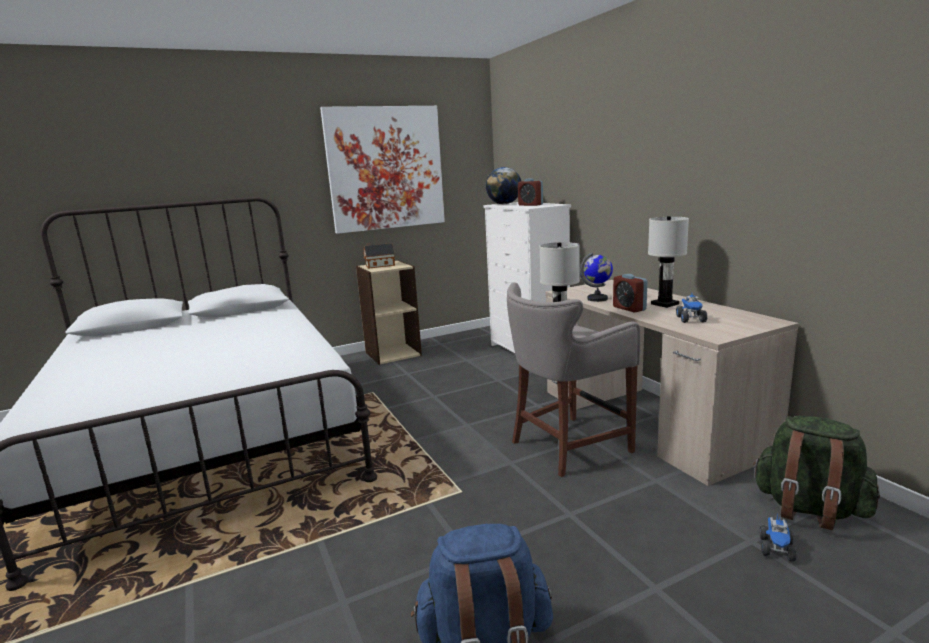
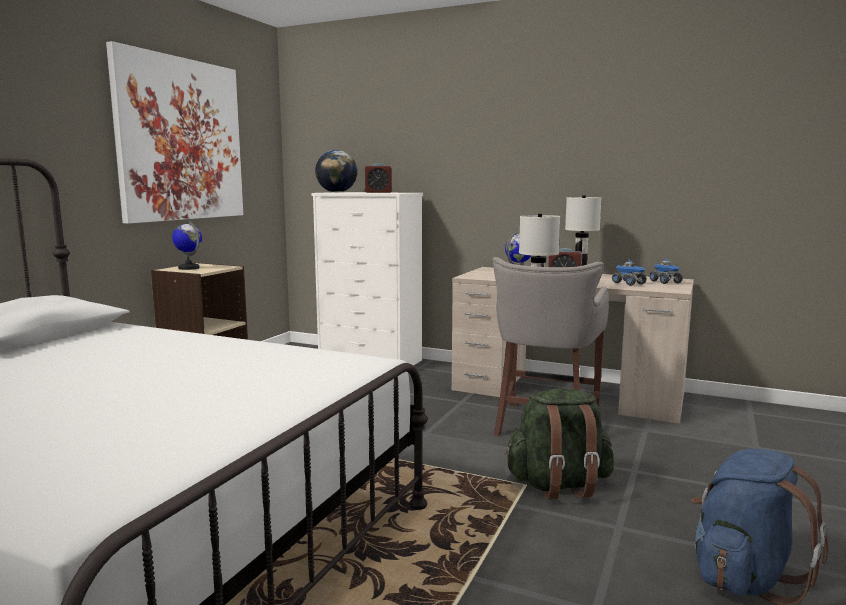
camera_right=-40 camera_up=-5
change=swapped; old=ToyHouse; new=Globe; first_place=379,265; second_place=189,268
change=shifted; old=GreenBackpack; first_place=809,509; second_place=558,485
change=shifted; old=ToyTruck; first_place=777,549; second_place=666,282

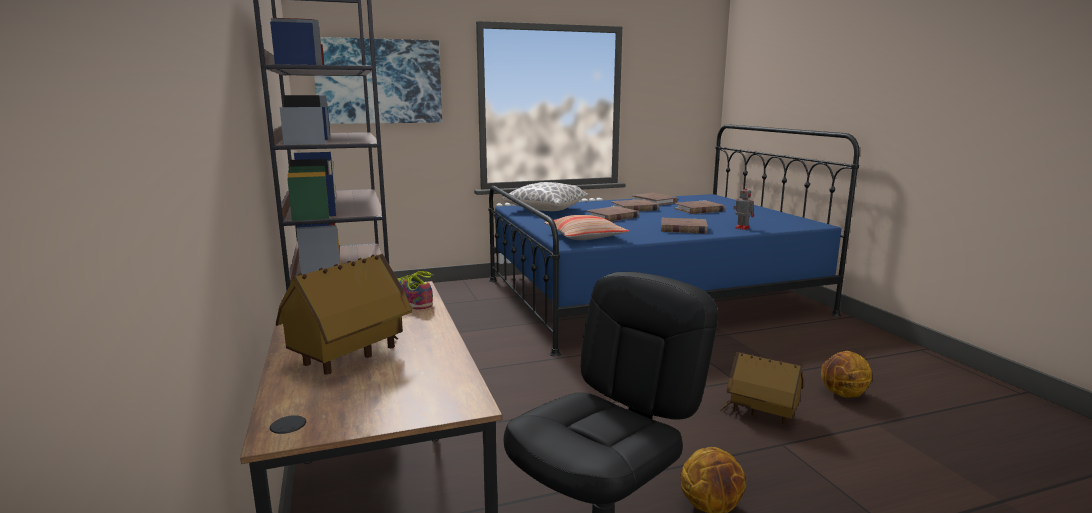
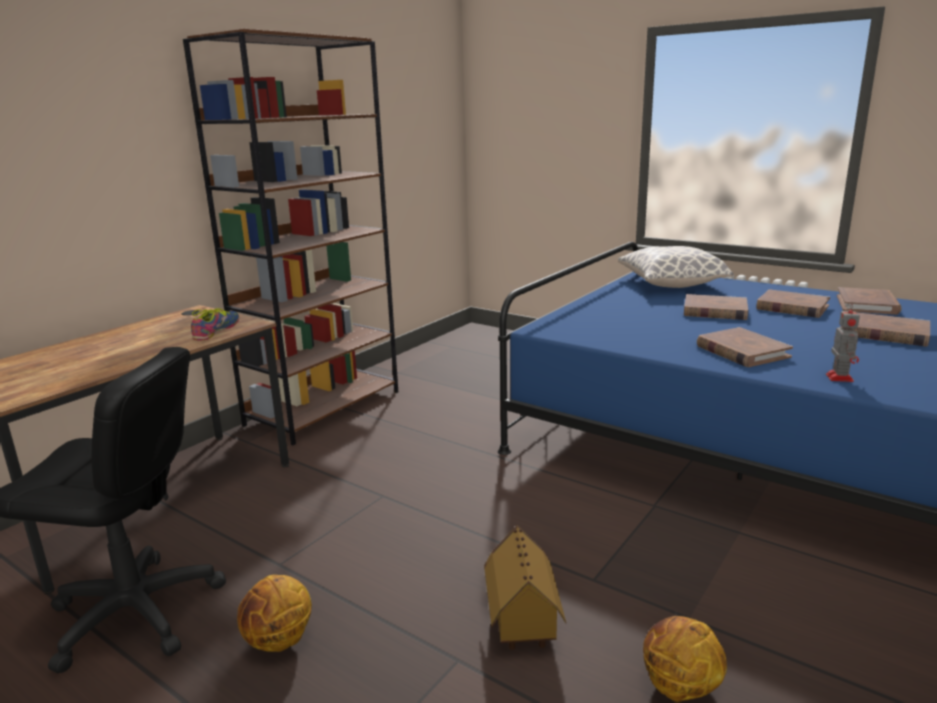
camera_right=55 camera_up=5
change=gone; old=Picture; first_place=379,81
change=gone; old=Pillow; first_place=585,237
change=gone; old=ToyHouse; first_place=350,357

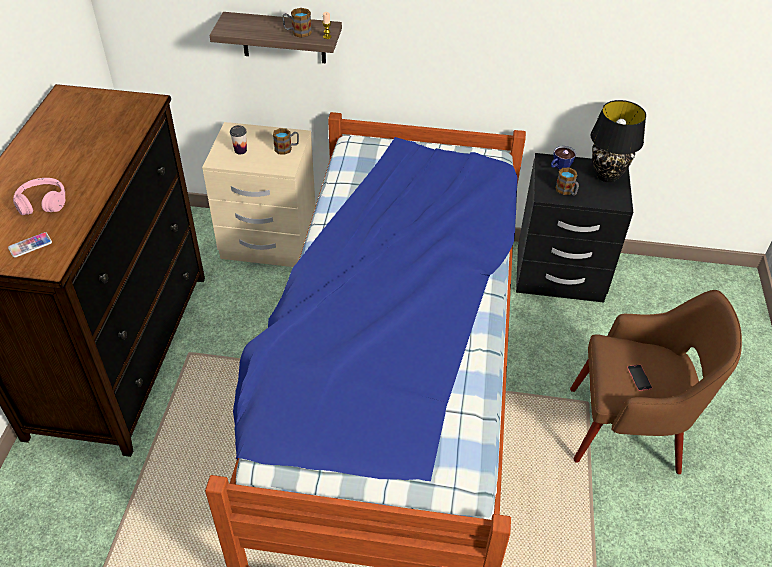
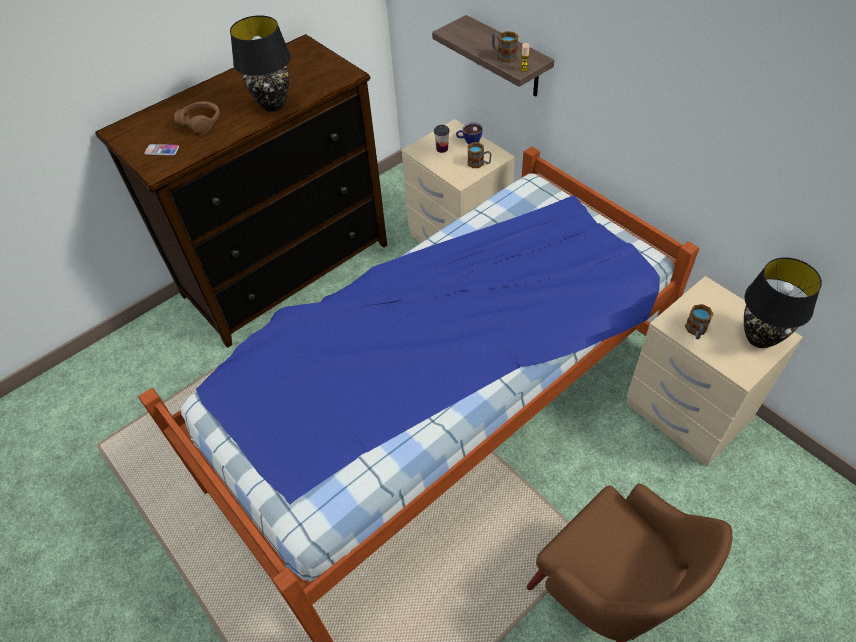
camera_right=45 camera_up=5
change=shifted; old=Cup; first_place=559,167; second_place=469,141
change=repainted; old=BlackNightstand; new=BeigeNightstand; first_place=559,275; second_place=686,412
change=repainted; old=PinkHeadphones; new=BrownHeadphones; first_place=42,203; second_place=201,122
change=gone; old=Phone; first_place=639,378
change=new; new=BlackTableLamp; second_place=272,105

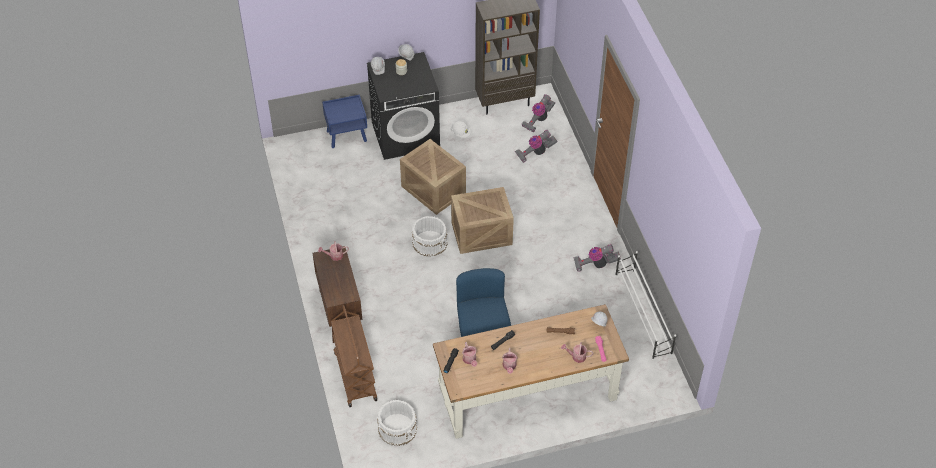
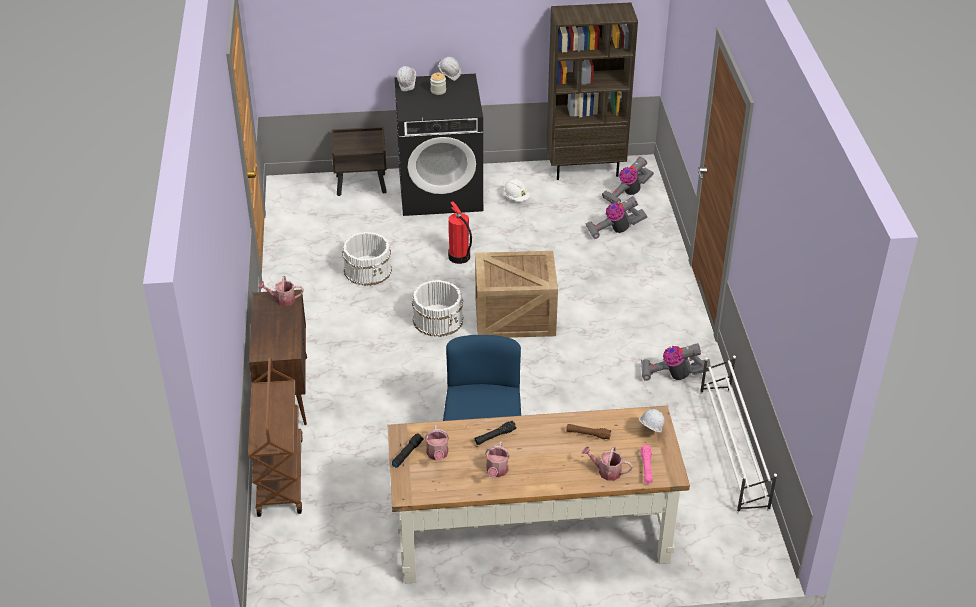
camera_right=10 camera_up=-10
change=repainted; old=BlueNightstand; new=BrownNightstand; first_place=347,136; second_place=362,184
change=swapped; old=Crate; new=FireExtinguisher; first_place=432,189; second_place=459,257
change=shifted; old=WhiteBucket; first_place=398,428; second_place=368,270

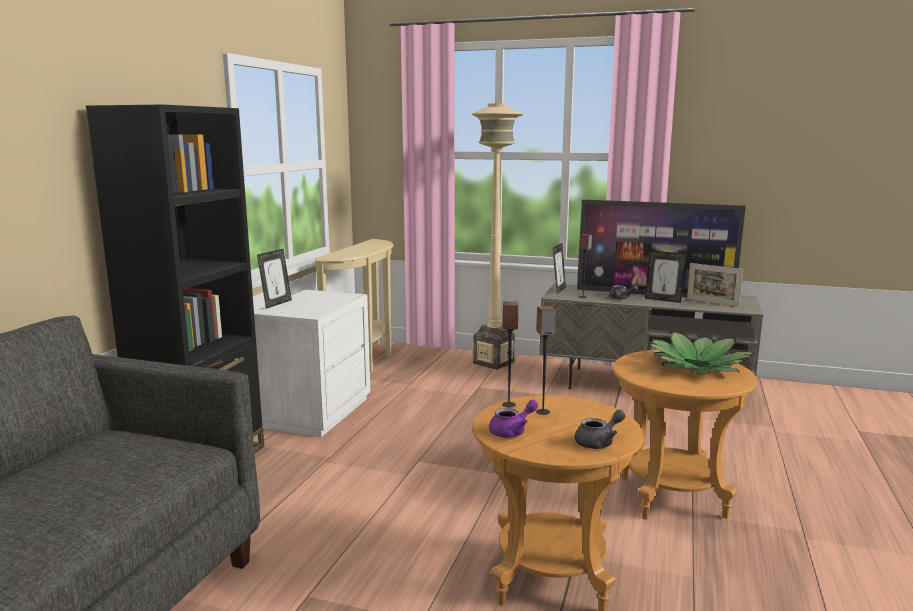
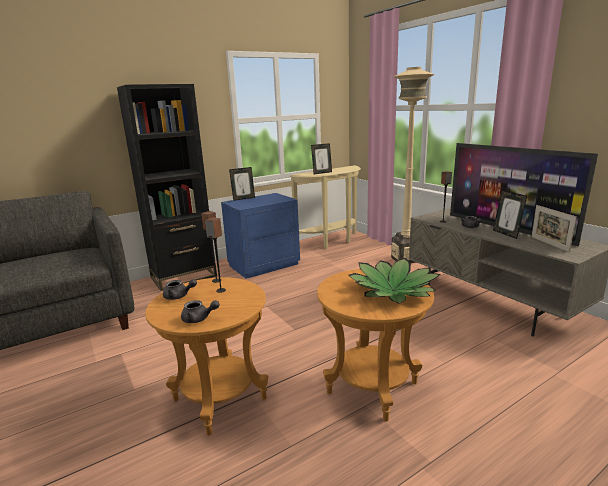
camera_right=40 camera_up=5
change=shifted; old=PictureFrame; first_place=558,290; second_place=322,173
change=repainted; old=WhiteNightstand; new=BlueNightstand; first_place=315,412; second_place=263,265
change=repainted; old=PurpleTeapot; new=GreyTeapot; first_place=512,431; second_place=179,296

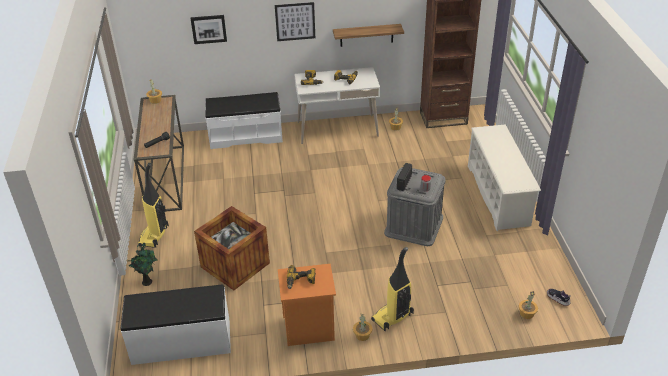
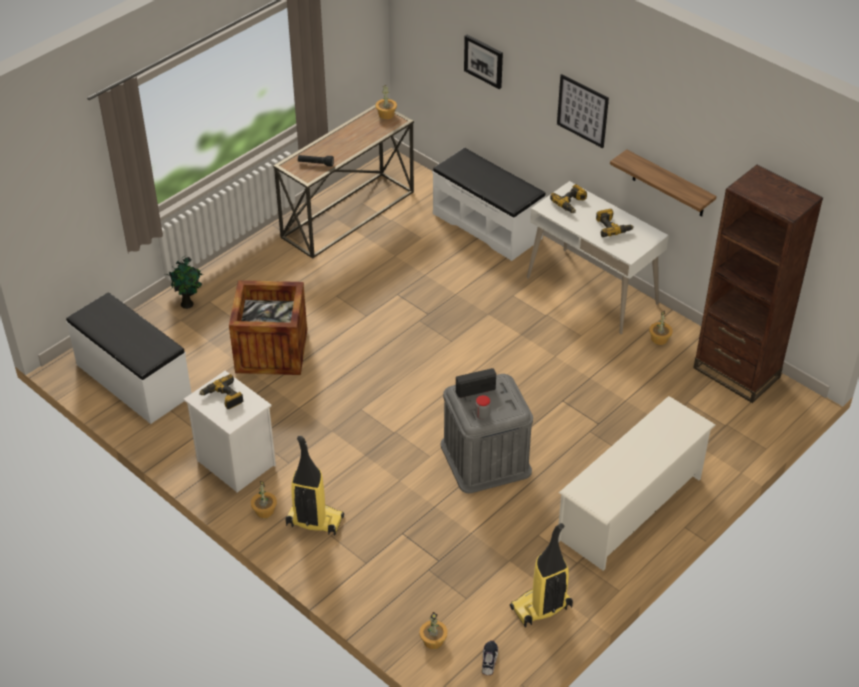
camera_right=50 camera_up=5
change=shifted; old=VacuumCleaner; first_place=154,236; second_place=541,608
change=repainted; old=OrangeNightstand; new=WhiteNightstand; first_place=308,329; second_place=234,462

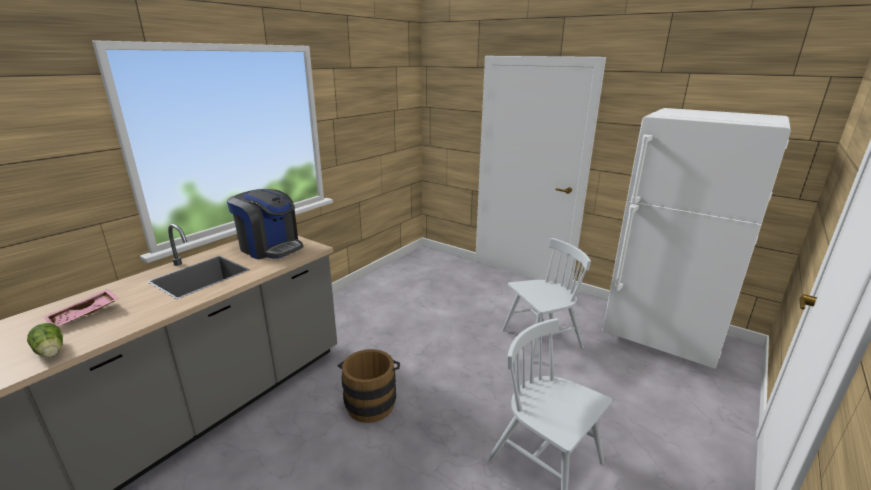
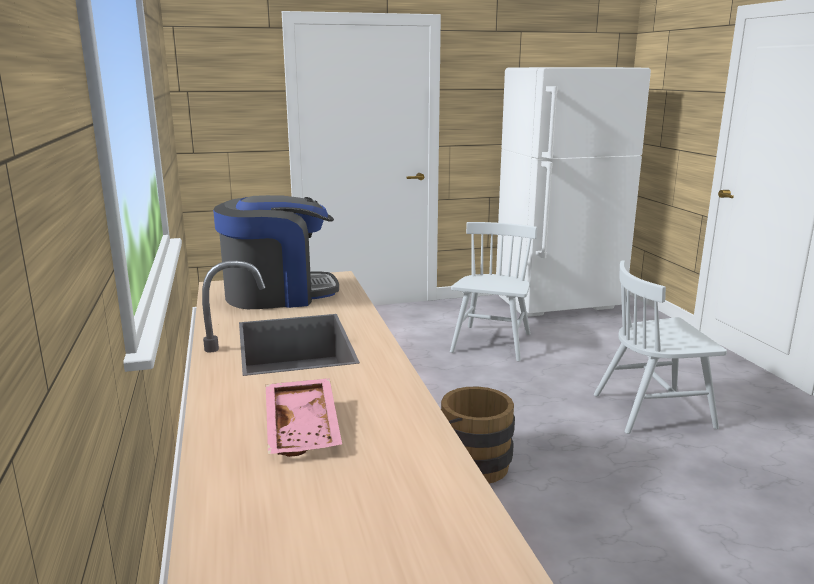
camera_right=-50 camera_up=-5
change=gone; old=Lettuce; first_place=51,352

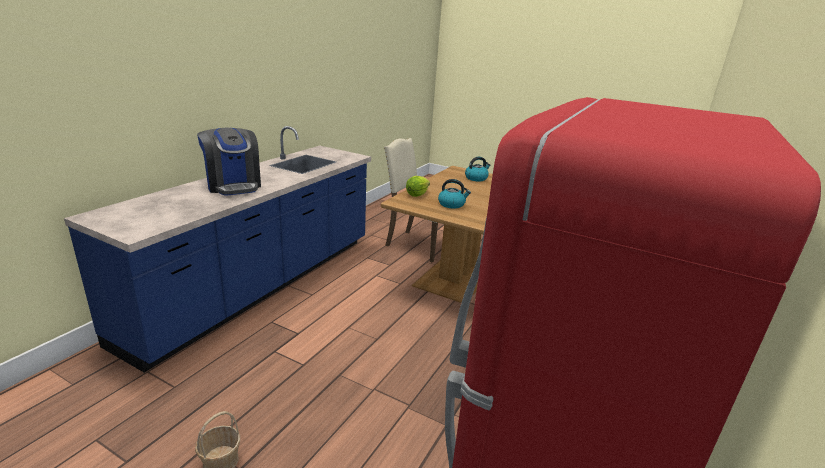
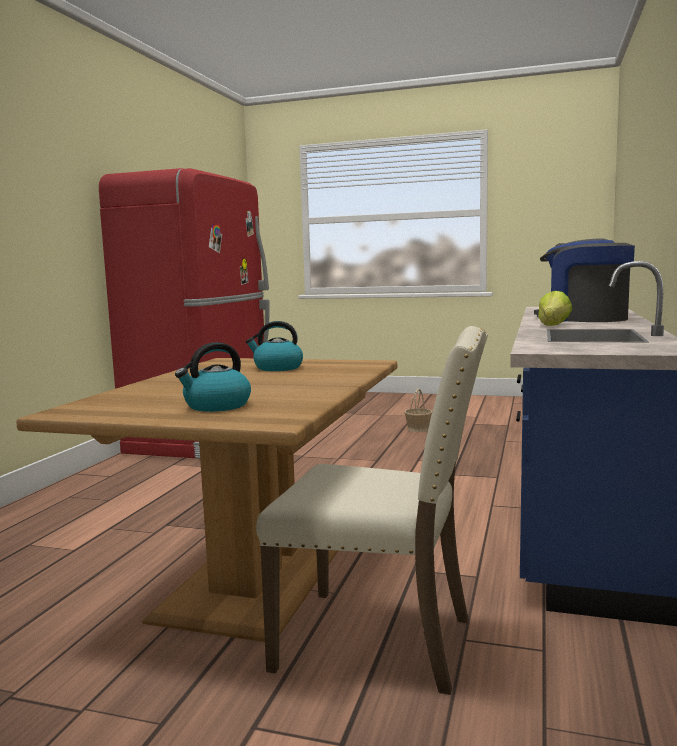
camera_right=170 camera_up=-15
change=shifted; old=Lettuce; first_place=417,194; second_place=553,326

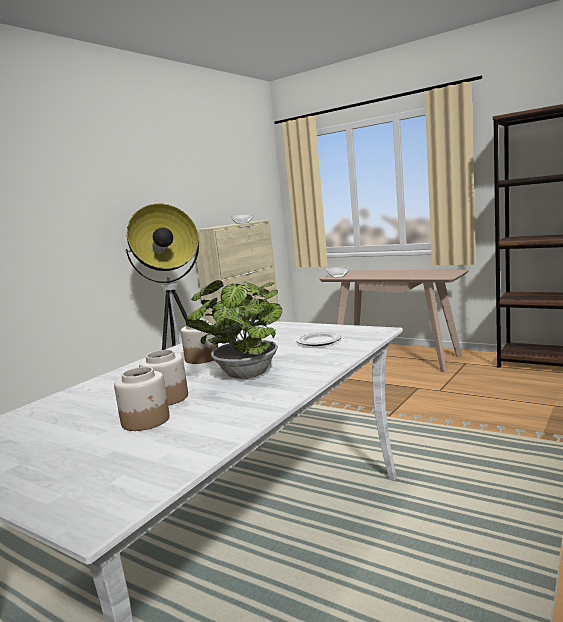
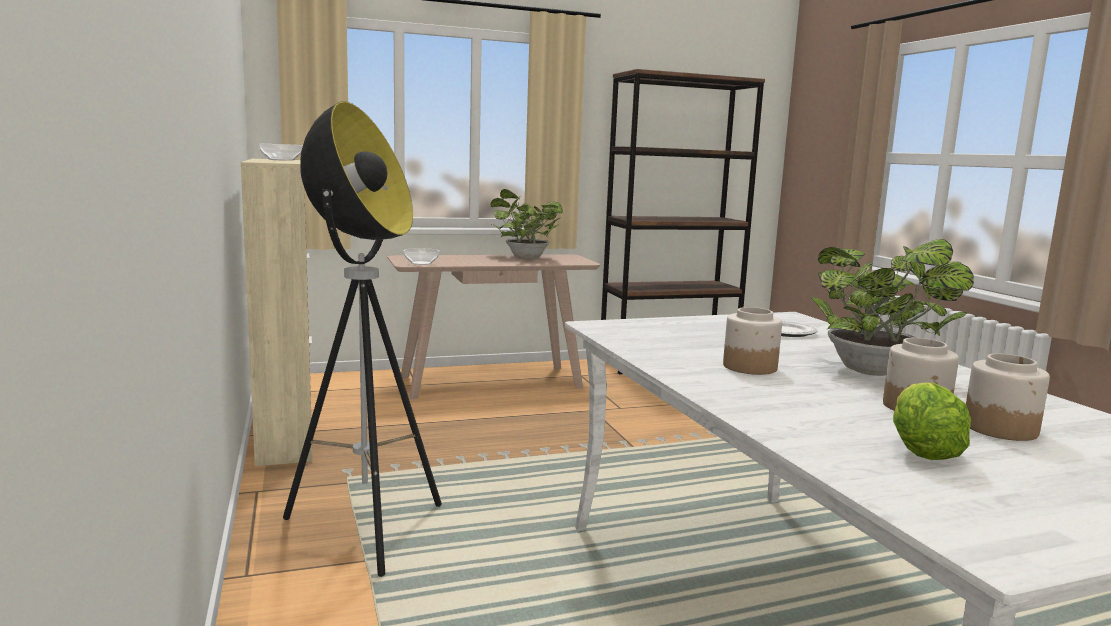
camera_right=-55 camera_up=0
change=new; new=PottedPlant; second_place=524,257
change=new; new=Lettuce; second_place=922,450

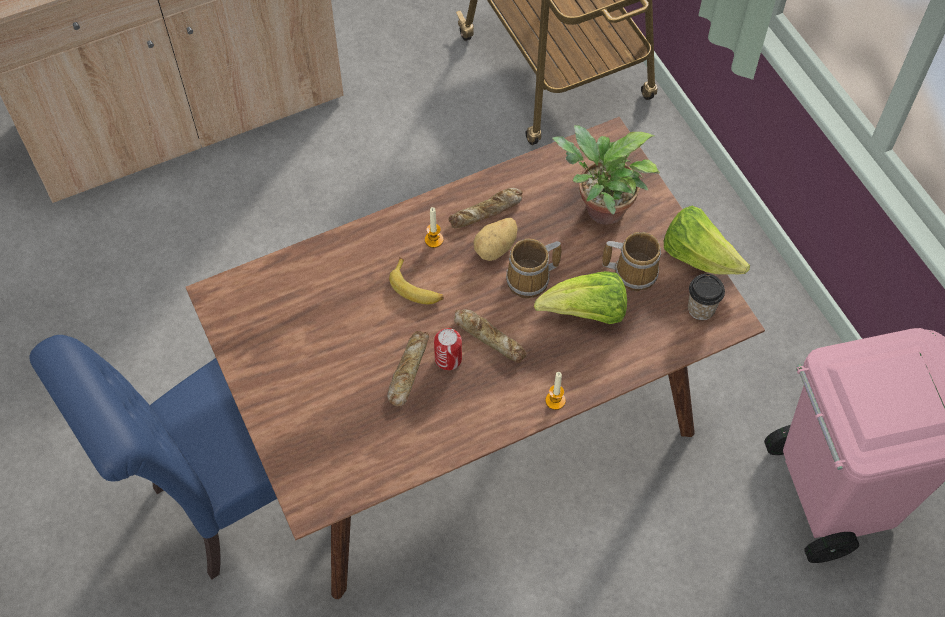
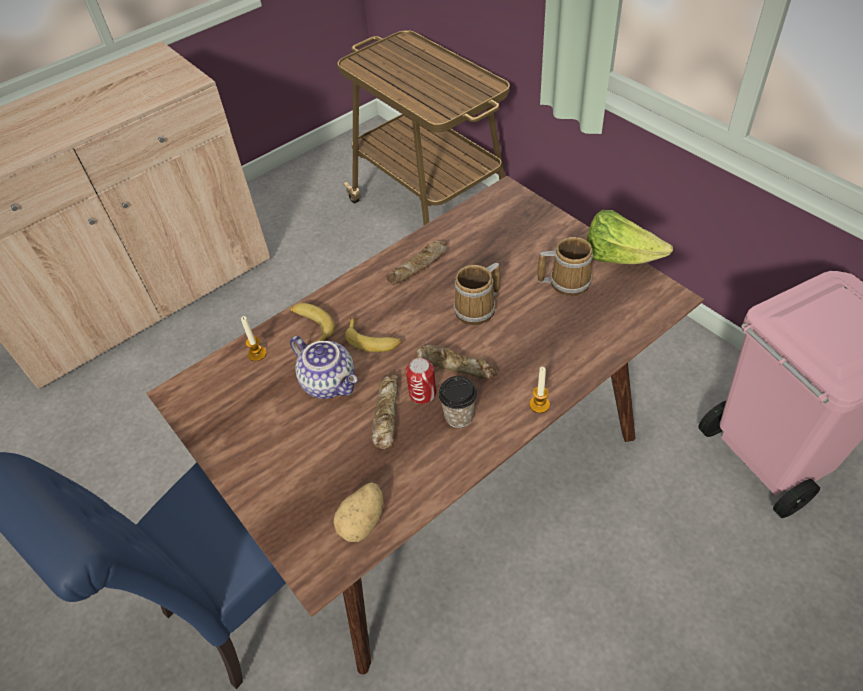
camera_right=-10 camera_up=-10
change=gone; old=PottedPlant; first_place=600,210
change=shifted; old=Candle; first_place=434,240; second_place=257,354
change=shifted; old=Potato; first_place=496,248; second_place=363,522
change=gone; old=Lettuce; first_place=586,313
change=shifted; old=Cup; first_place=701,309; second_place=459,416
change=new; new=Banana; second_place=312,326
change=new; new=Teapot; second_place=330,382

